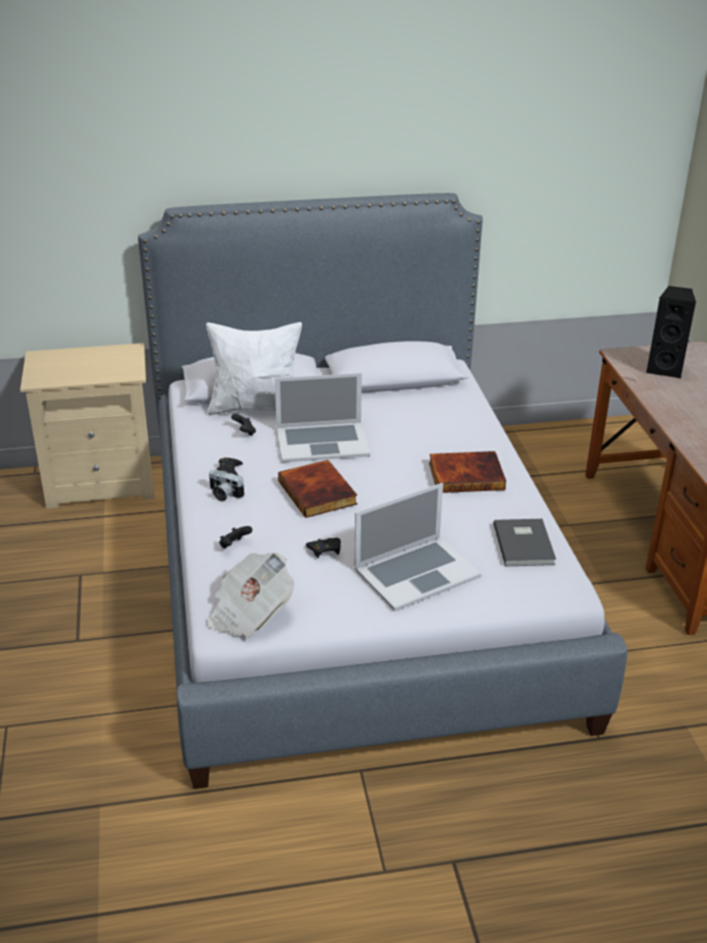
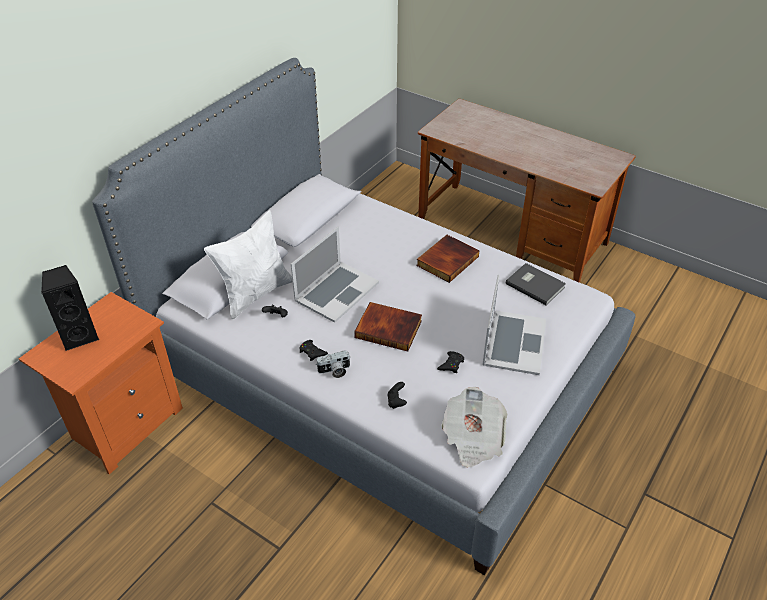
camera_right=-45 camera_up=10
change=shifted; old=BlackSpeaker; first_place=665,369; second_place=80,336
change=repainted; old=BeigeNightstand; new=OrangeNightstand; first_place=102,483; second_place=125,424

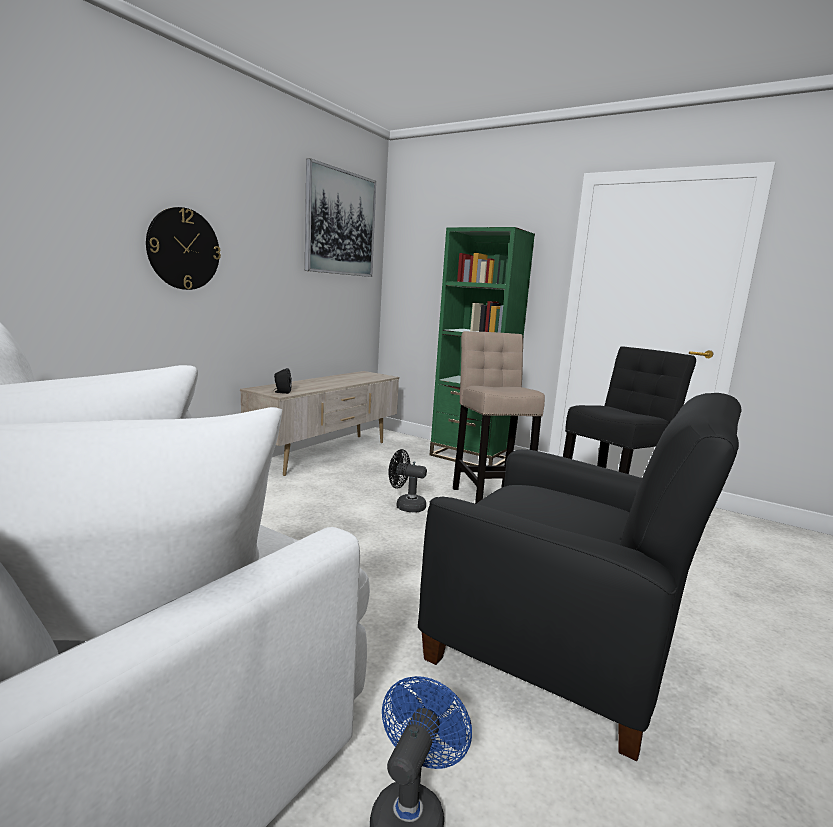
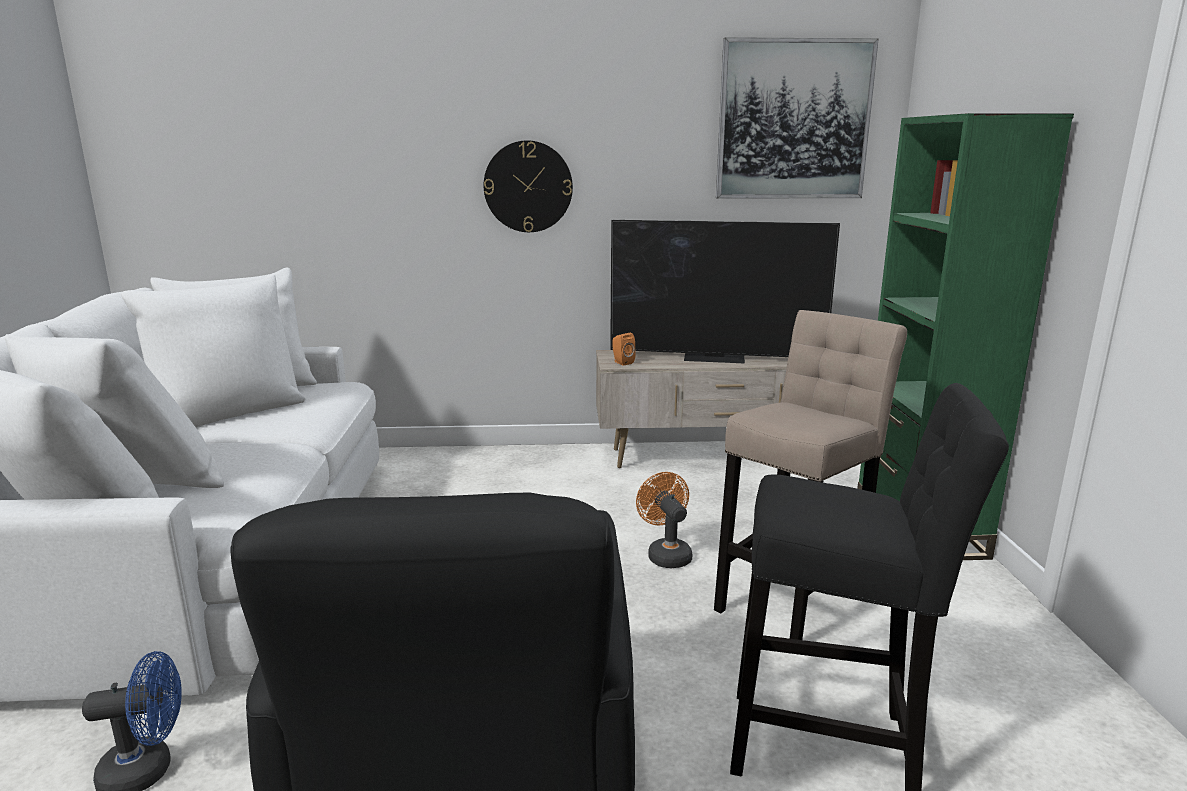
camera_right=55 camera_up=5
change=repainted; old=BlackSpeaker; new=OrangeSpeaker; first_place=282,392; second_place=622,362
change=repainted; old=BlackFan; new=OrangeFan; first_place=405,506; second_place=666,554
change=new; new=Television; second_place=715,357

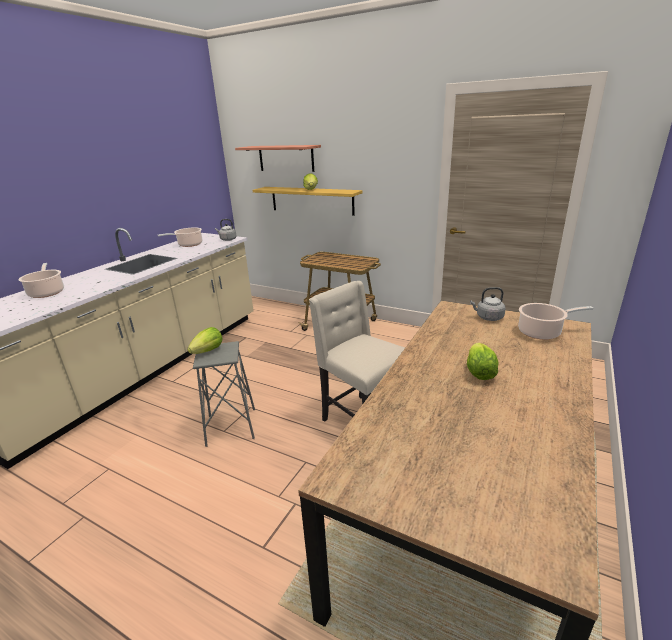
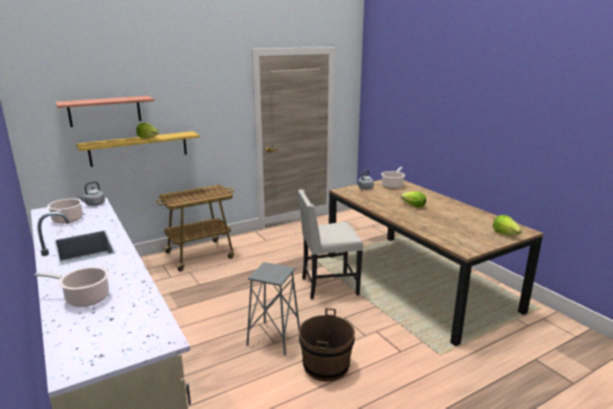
camera_right=-60 camera_up=-5
change=shifted; old=Lettuce; first_place=208,351; second_place=505,234
change=new; new=BrownBucket; second_place=326,365

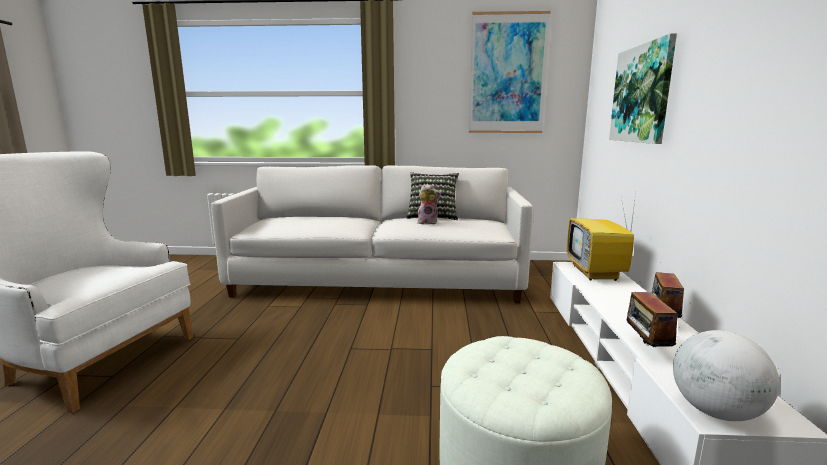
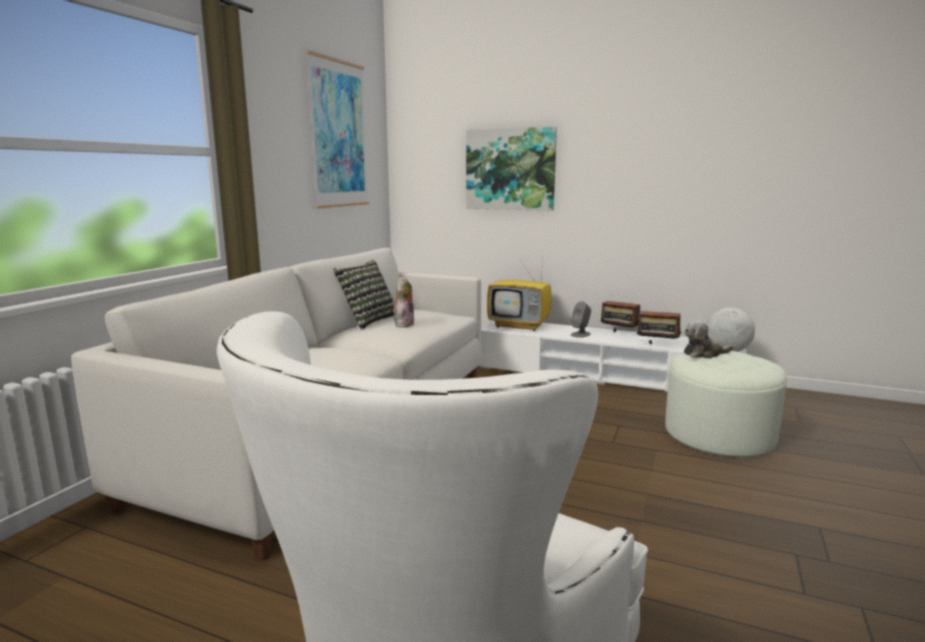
camera_right=-70 camera_up=0
change=new; new=GreySpeaker; second_place=580,334
change=new; new=PlushToy; second_place=704,354

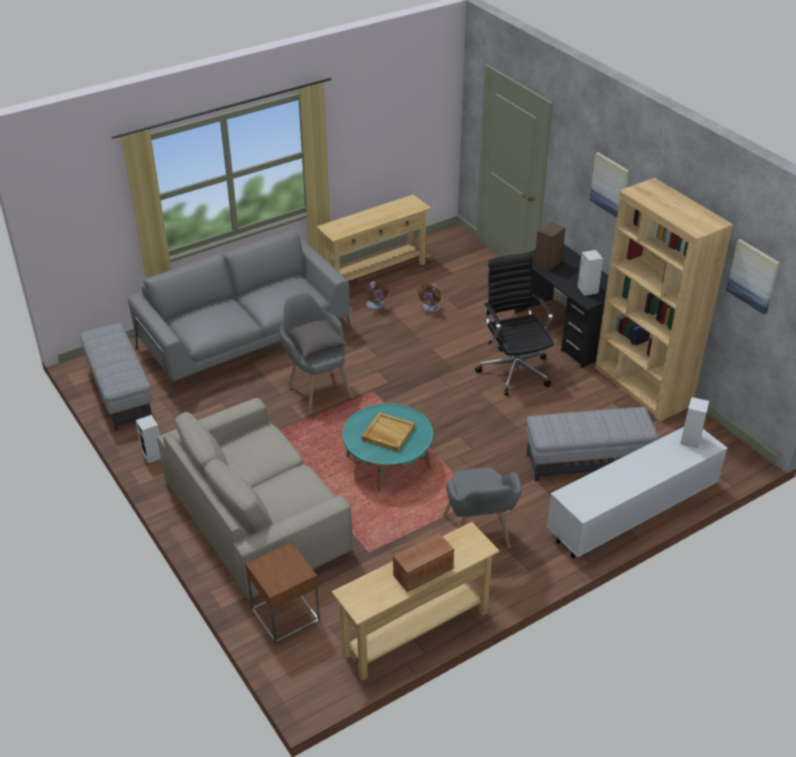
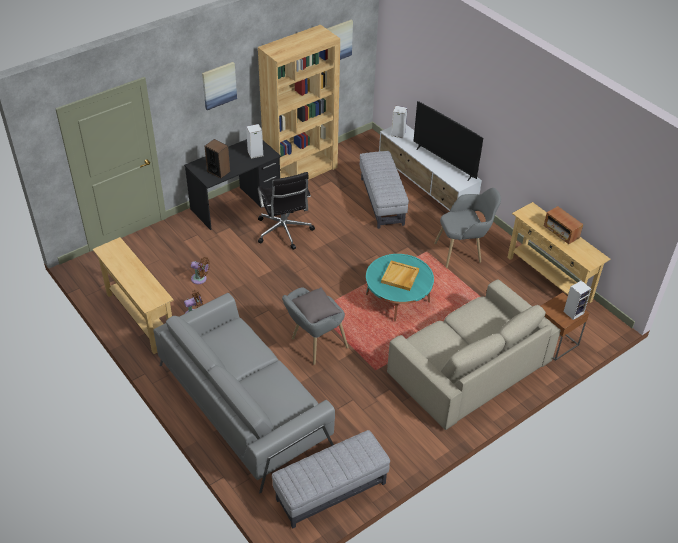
camera_right=-95 camera_up=5
change=rotated; old=BlackOfficeChair; first_place=514,370; second_place=284,232; degrees=-90
change=shifted; old=Speaker; first_place=153,455; second_place=573,312
change=new; new=Television; second_place=444,163

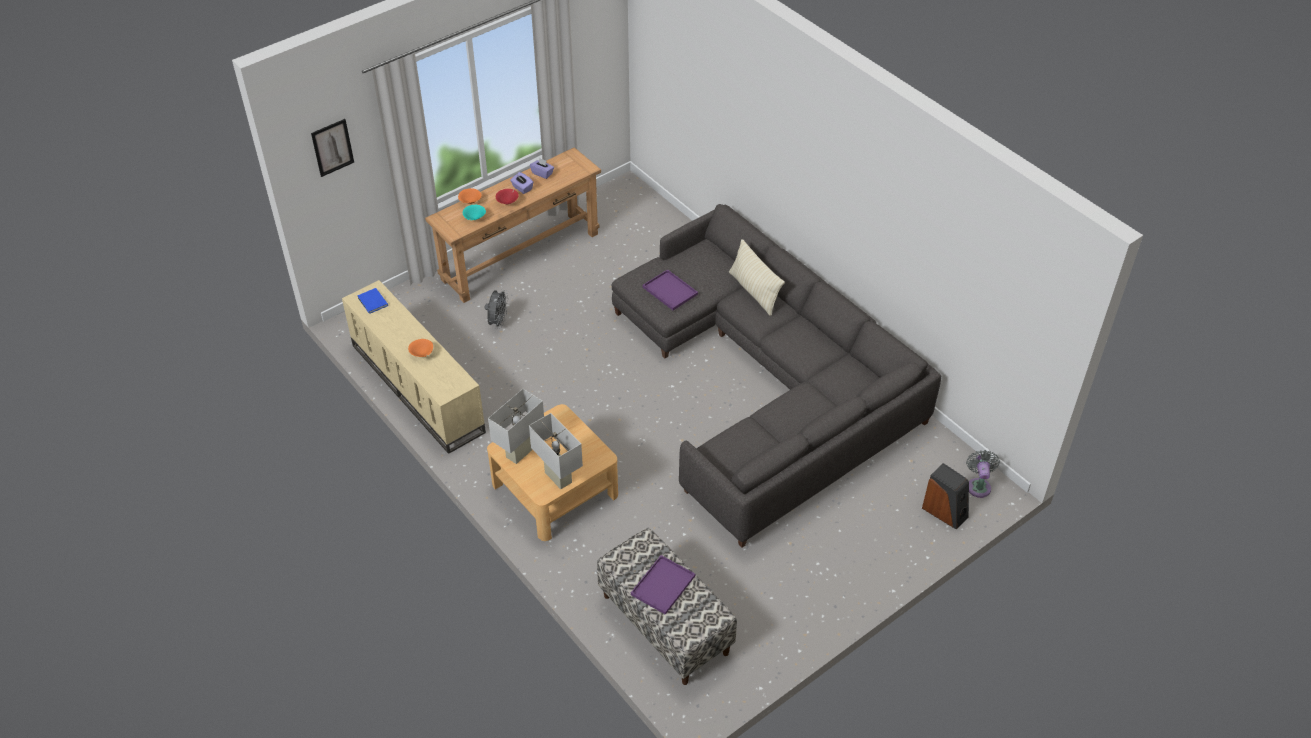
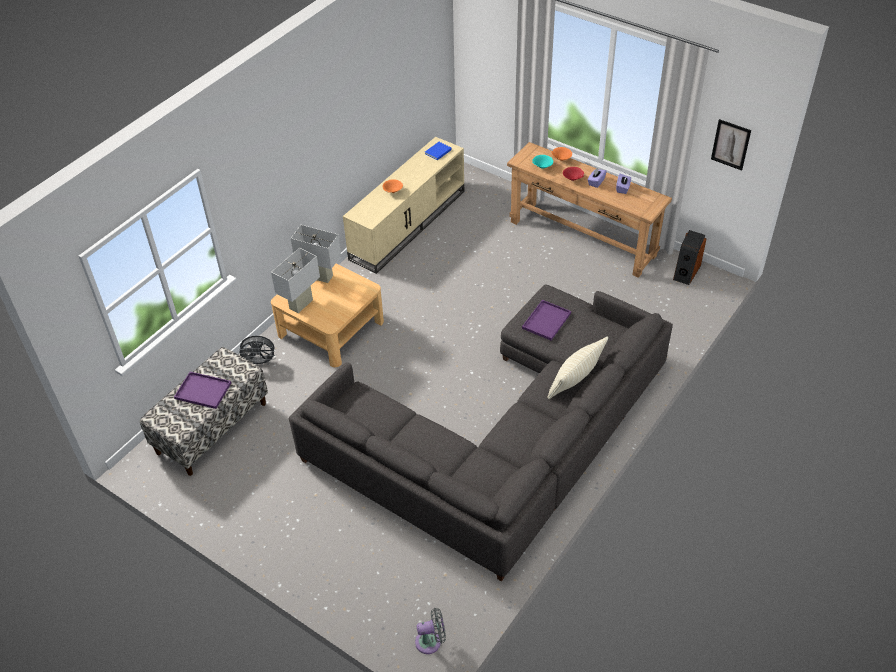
camera_right=75 camera_up=0
change=shifted; old=Picture; first_place=332,147; second_place=730,144
change=shifted; old=GreyFan; first_place=498,322; second_place=260,362
change=shifted; old=Speaker; first_place=945,511; second_place=686,272

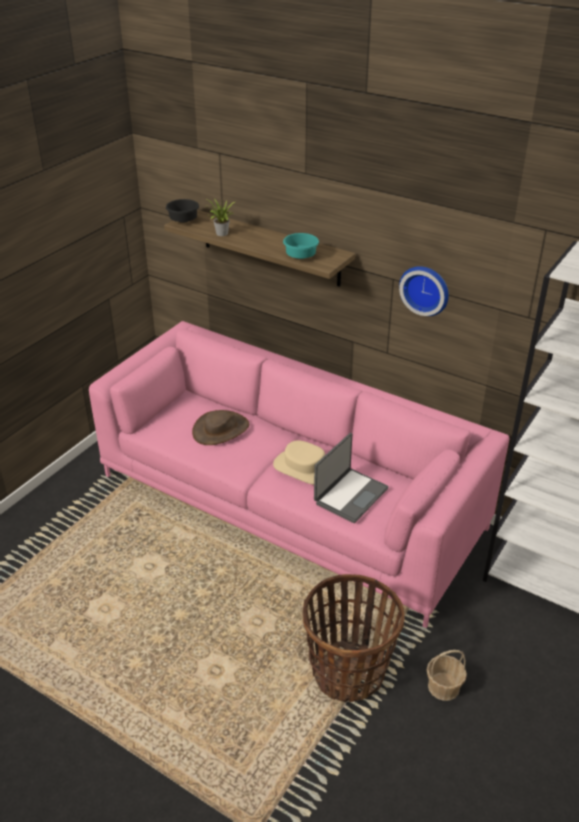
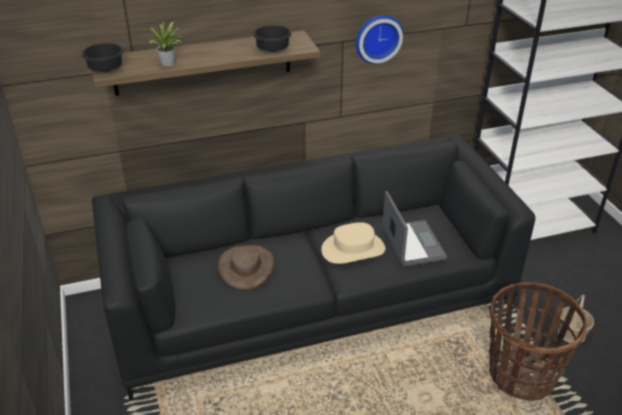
camera_right=-50 camera_up=0
change=repainted; old=TurquoiseBowl; new=BlackBowl; first_place=301,257; second_place=273,50
change=repainted; old=PinkSofa; new=BlackSofa; first_place=290,502; second_place=311,300

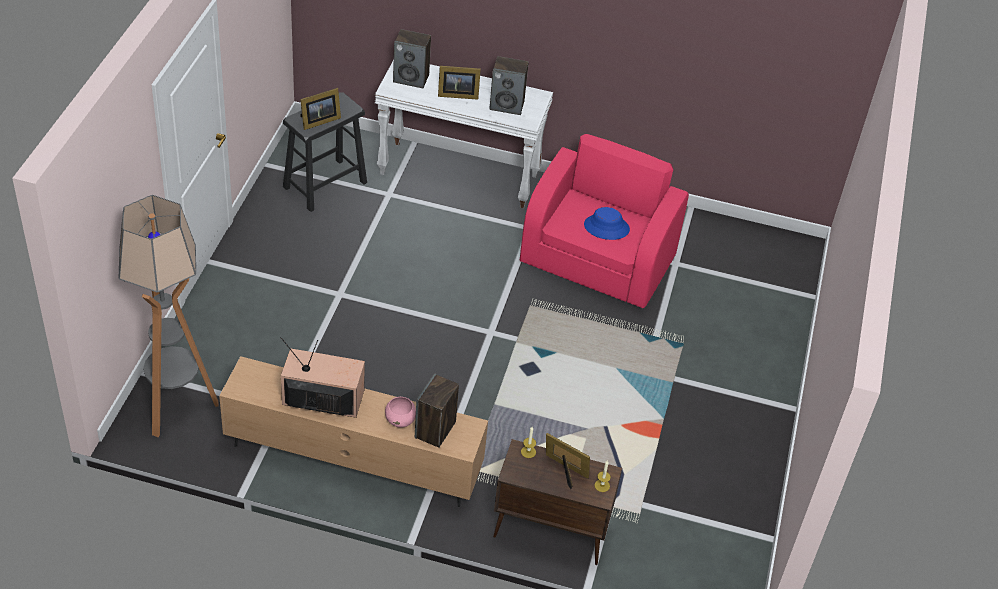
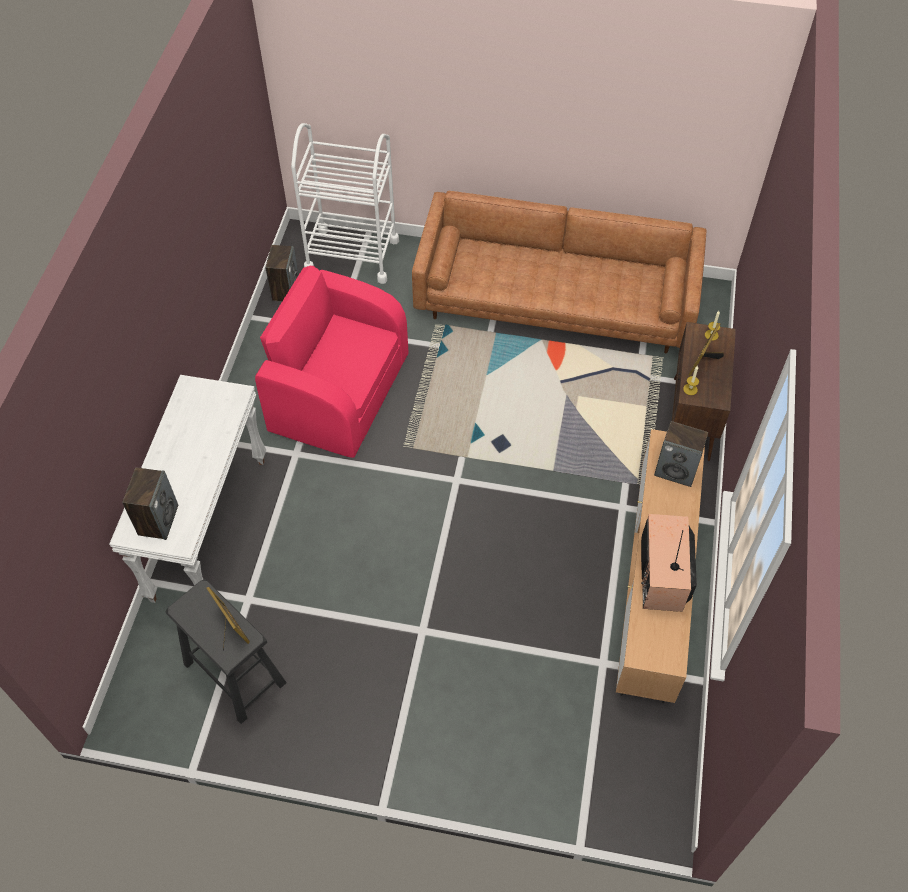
camera_right=-90 camera_up=10
change=shifted; old=Speaker; first_place=507,105; second_place=285,290
change=gone; old=PictureFrame; first_place=456,94
change=gone; old=FloorLamp; first_place=176,406
change=gone; old=BlueHat; first_place=606,227
change=gone; old=PinkBowl; first_place=400,420
change=new; new=WhiteCart; second_place=352,255
change=new; new=BrownSofa; second_place=555,300

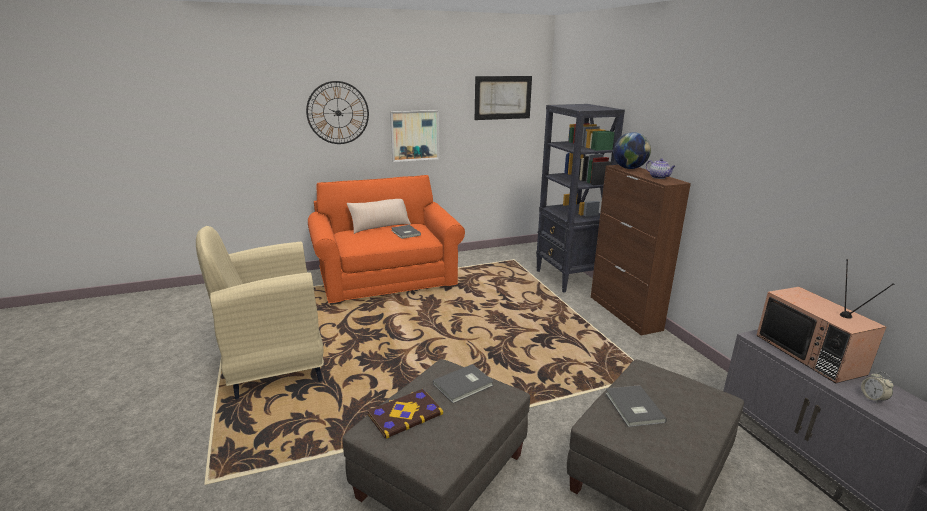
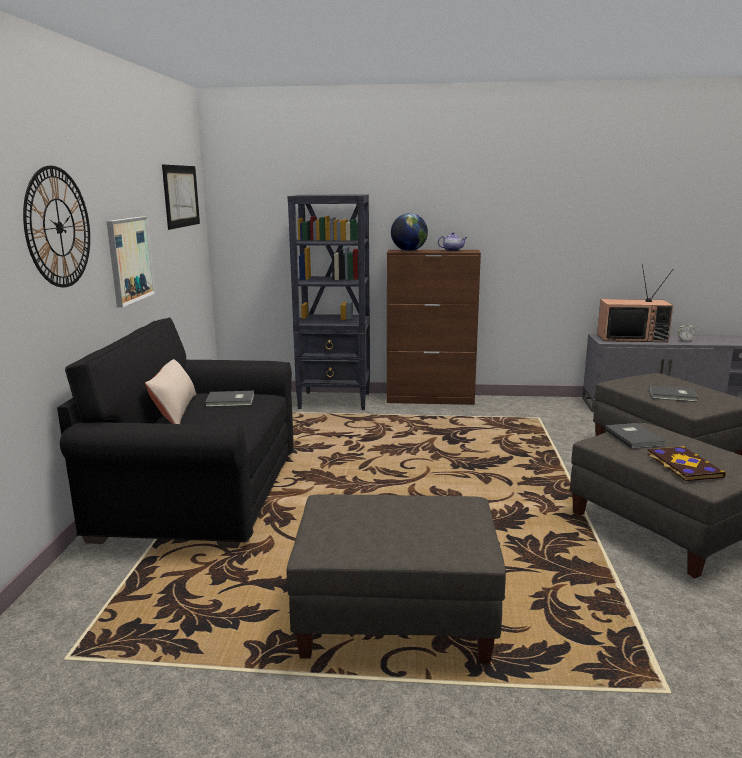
camera_right=-65 camera_up=-5
change=repainted; old=OrangeSofa; new=BlackSofa; first_place=386,279; second_place=201,493
change=swapped; old=BeigeArmchair; new=GreyOttoman; first_place=274,366; second_place=395,617

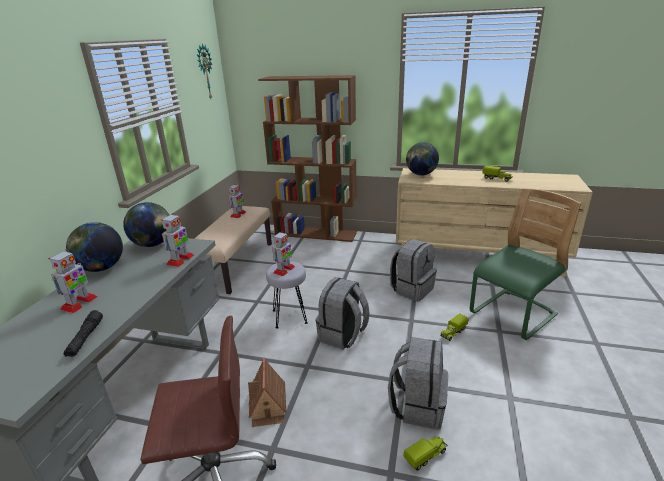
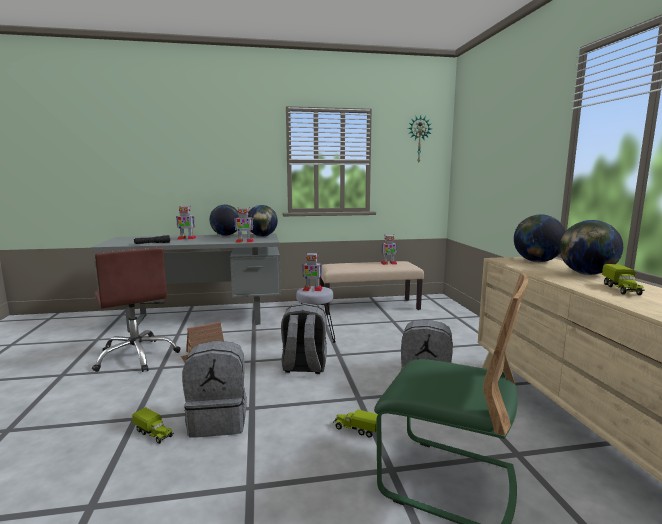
camera_right=65 camera_up=-15
change=gone; old=BrownBookcase; first_place=316,233
change=new; new=Globe; second_place=586,274

